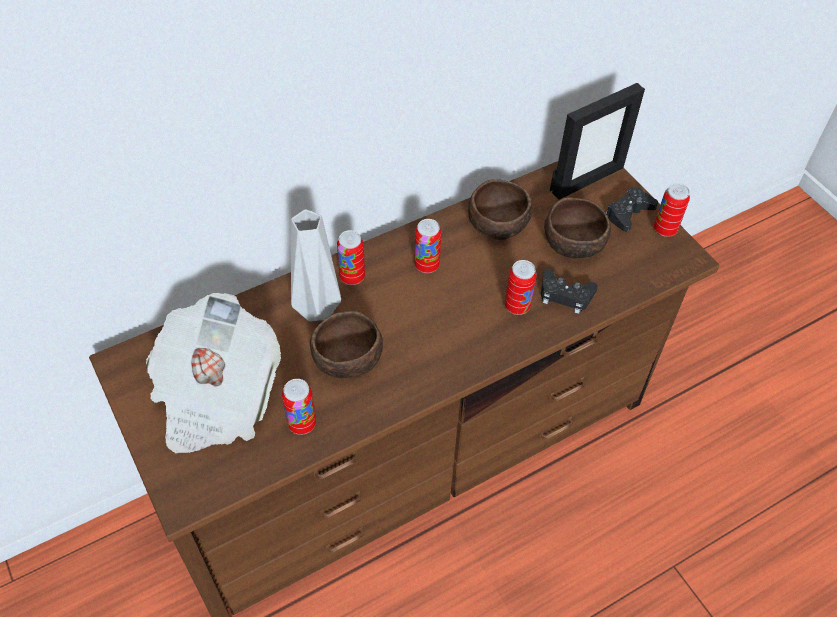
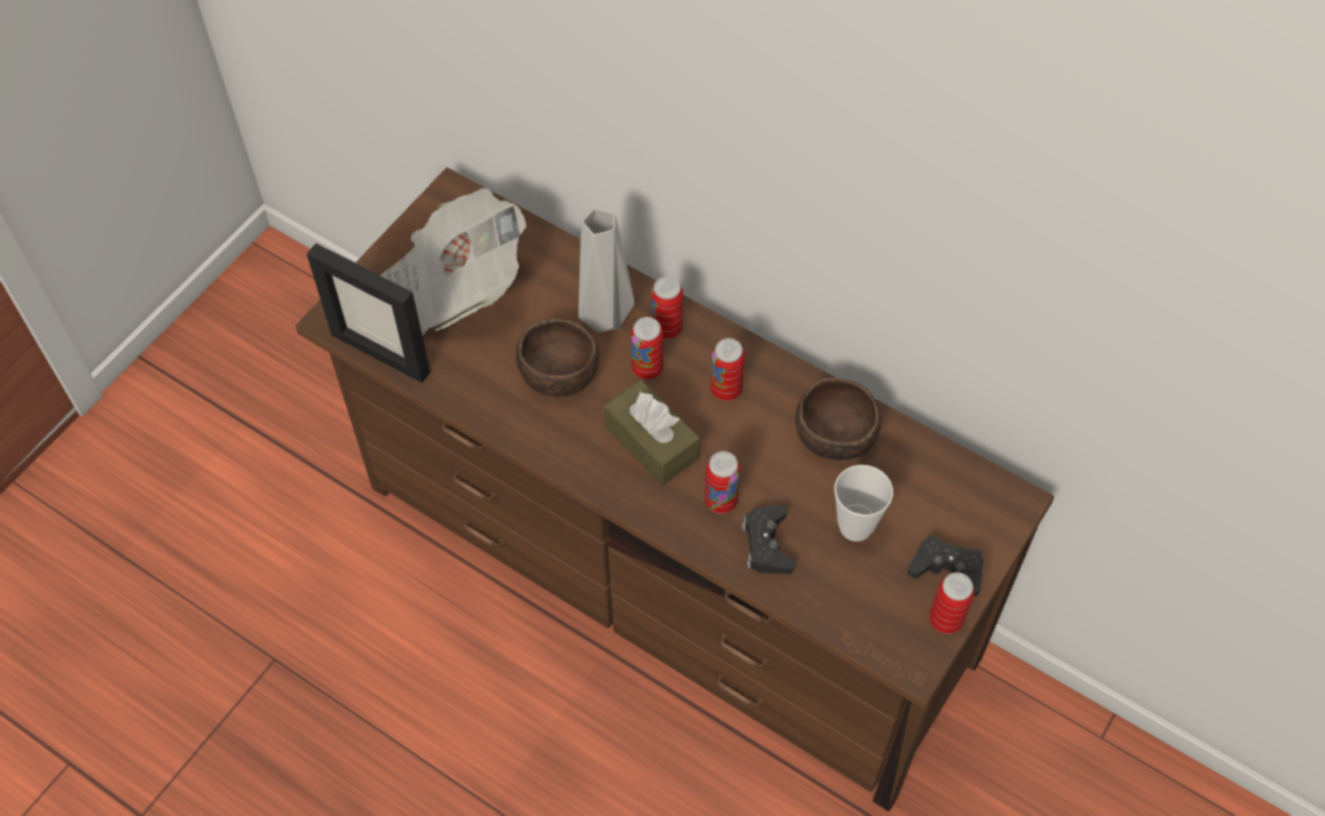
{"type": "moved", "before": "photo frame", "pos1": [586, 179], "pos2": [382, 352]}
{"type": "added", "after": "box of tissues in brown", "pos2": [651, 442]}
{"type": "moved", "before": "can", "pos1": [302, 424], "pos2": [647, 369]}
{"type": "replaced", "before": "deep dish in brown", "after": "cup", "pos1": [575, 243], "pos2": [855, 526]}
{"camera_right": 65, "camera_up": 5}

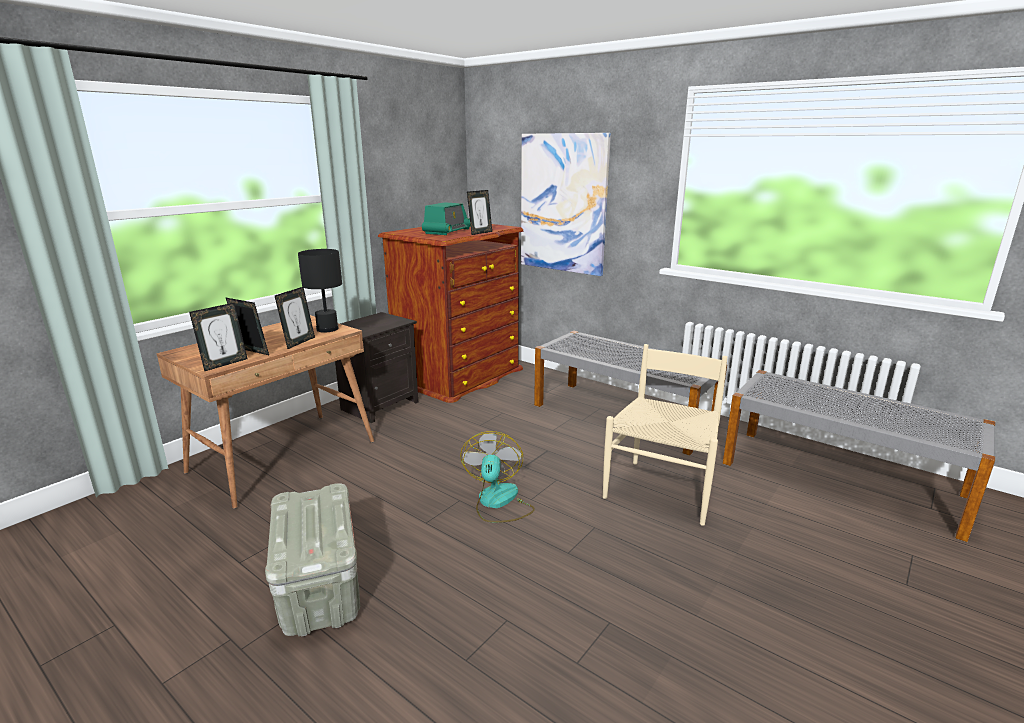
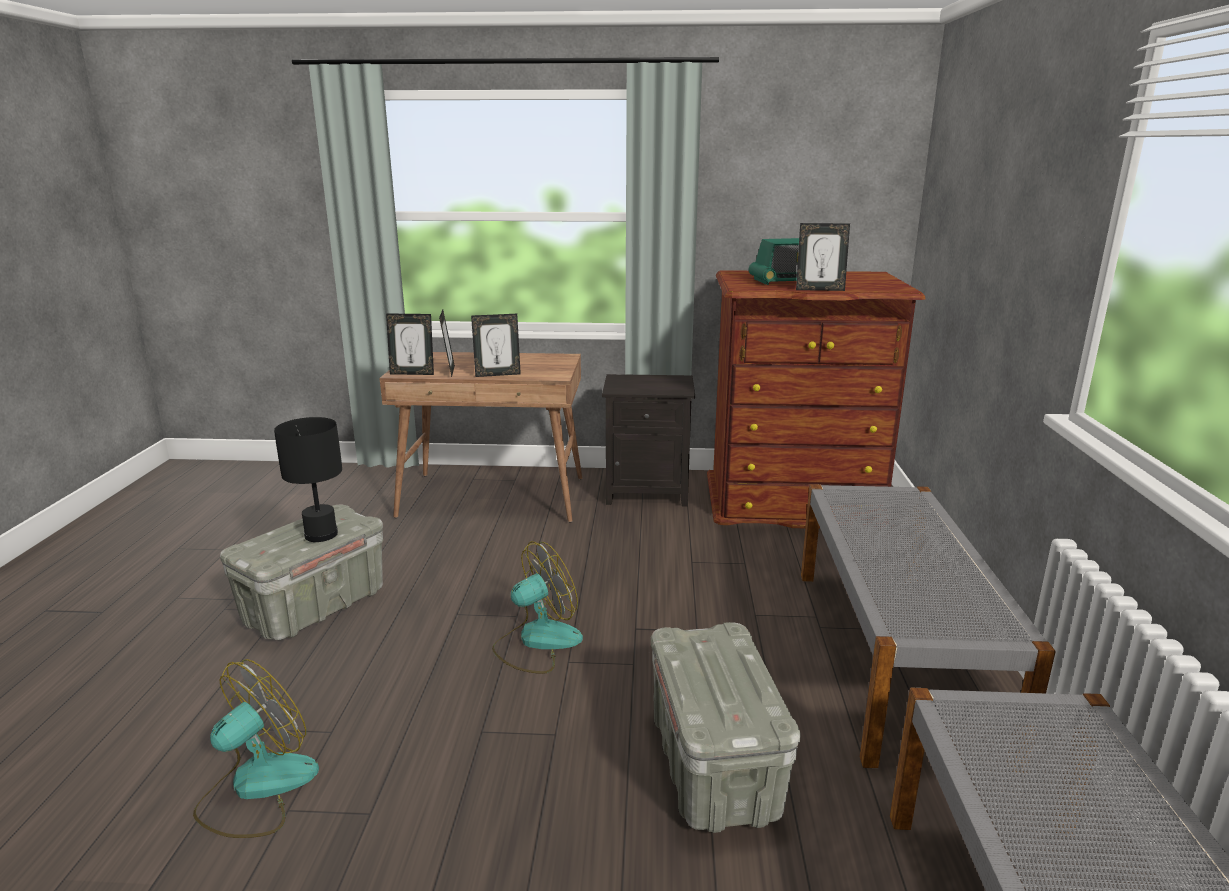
{"type": "added", "after": "fan", "pos2": [257, 788]}
{"type": "moved", "before": "lamp for a table in black-coloured", "pos1": [327, 329], "pos2": [322, 534]}
{"type": "replaced", "before": "upright chair in beige", "after": "storage box in gray", "pos1": [661, 490], "pos2": [715, 768]}
{"type": "removed", "before": "wall art", "pos1": [563, 204]}
{"camera_right": 55, "camera_up": 0}

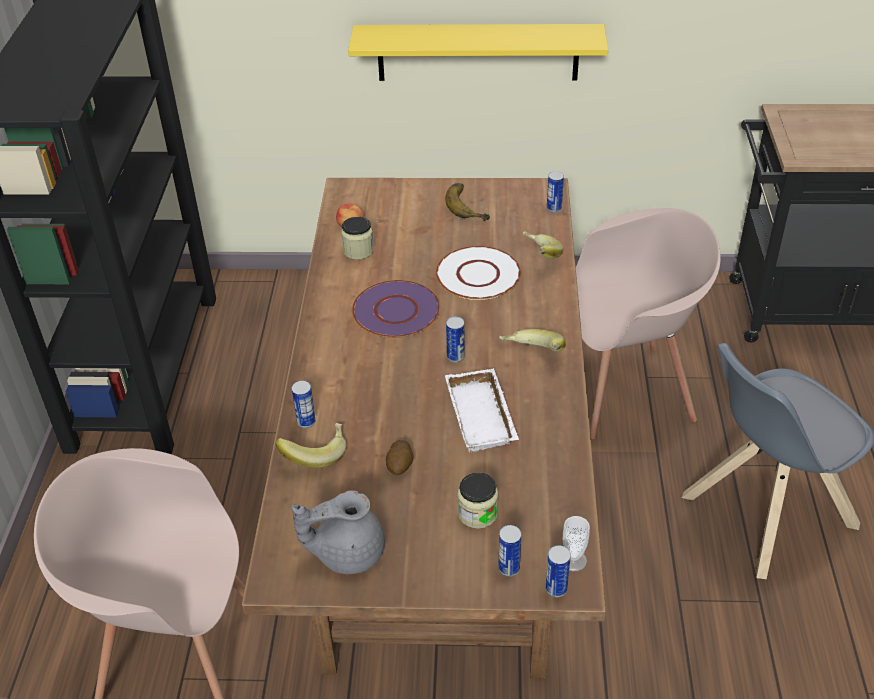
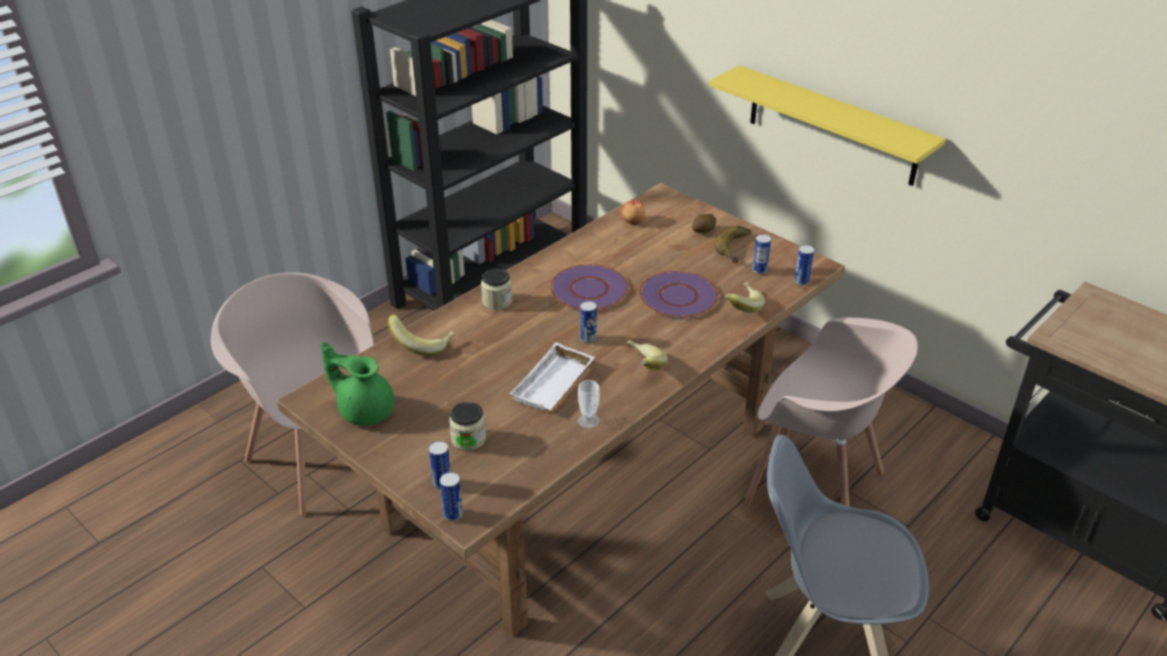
{"type": "recoloured", "before": "pot for tea in gray", "after": "pot for tea in green-coloured", "pos1": [347, 552], "pos2": [365, 410]}
{"type": "moved", "before": "preserve jar", "pos1": [358, 251], "pos2": [497, 301]}
{"type": "moved", "before": "cup", "pos1": [573, 560], "pos2": [588, 421]}
{"type": "recoloured", "before": "dinner plate in white", "after": "dinner plate in purple-coloured", "pos1": [478, 275], "pos2": [679, 296]}
{"type": "moved", "before": "spud", "pos1": [400, 466], "pos2": [703, 231]}
{"type": "moved", "before": "can", "pos1": [306, 422], "pos2": [759, 270]}
{"camera_right": 40, "camera_up": -5}

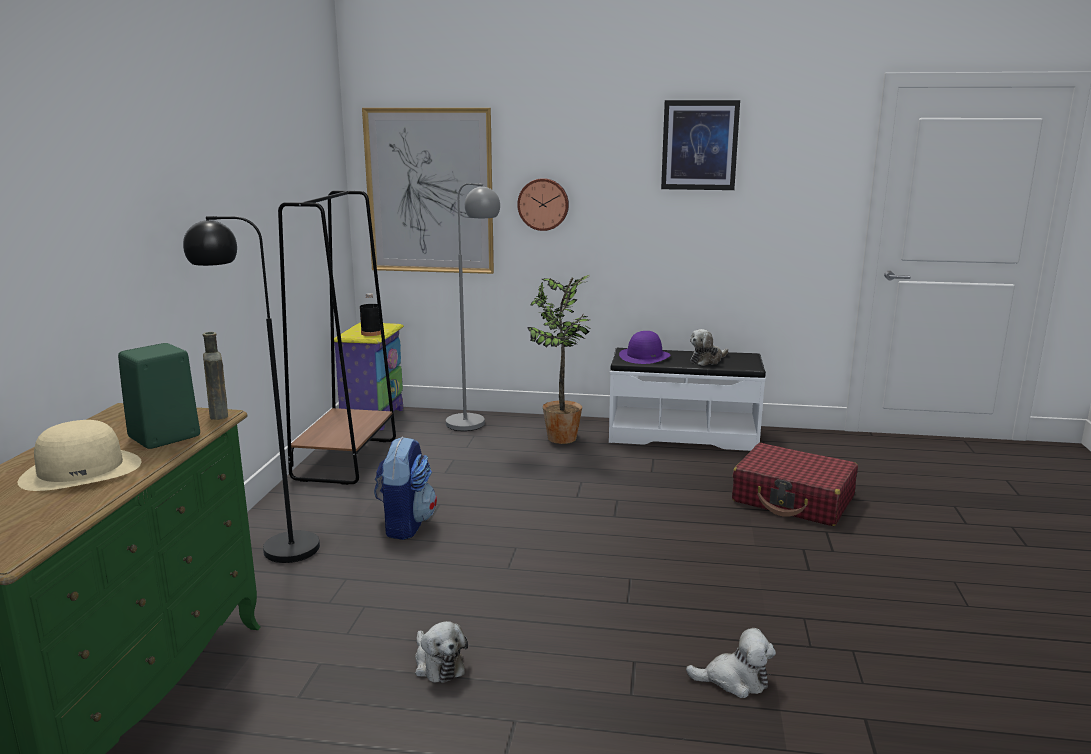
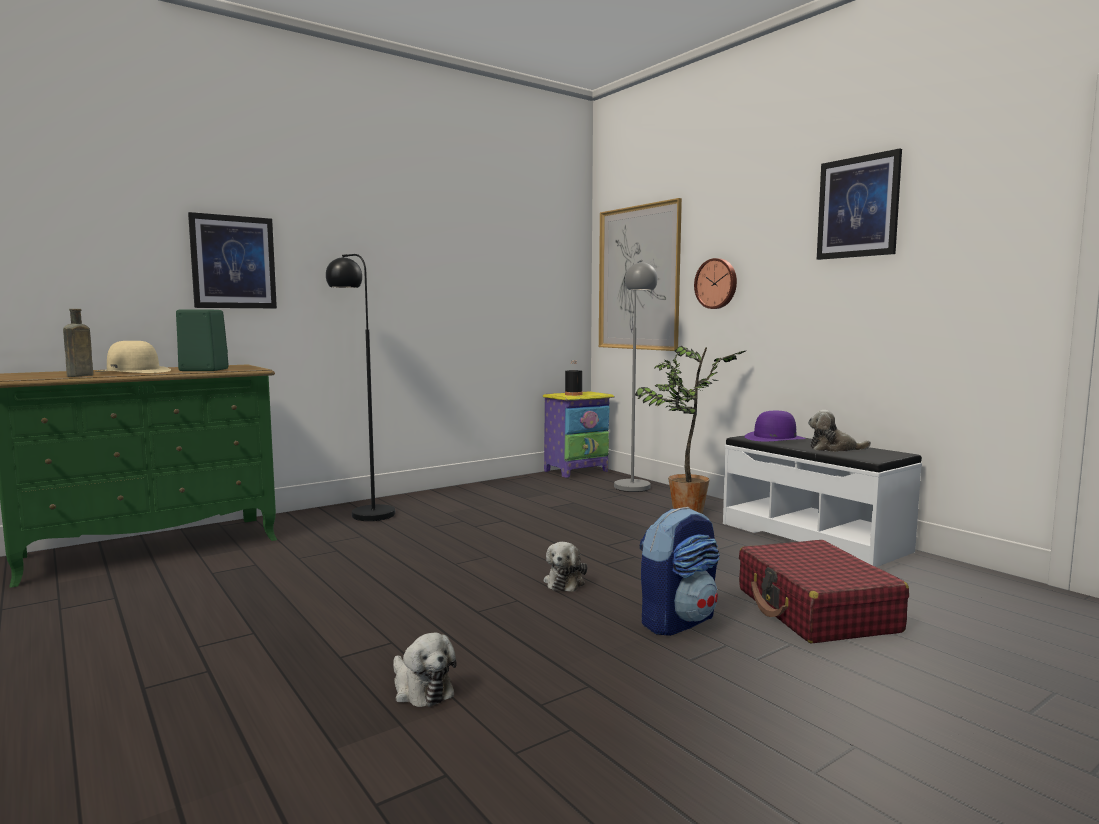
{"type": "moved", "before": "drink bottle in brown", "pos1": [219, 415], "pos2": [78, 376]}
{"type": "added", "after": "wall art", "pos2": [233, 262]}
{"type": "moved", "before": "plush toy", "pos1": [438, 664], "pos2": [565, 582]}
{"type": "moved", "before": "knapsack", "pos1": [405, 524], "pos2": [678, 621]}
{"type": "removed", "before": "garment stand", "pos1": [345, 460]}
{"camera_right": 45, "camera_up": -10}

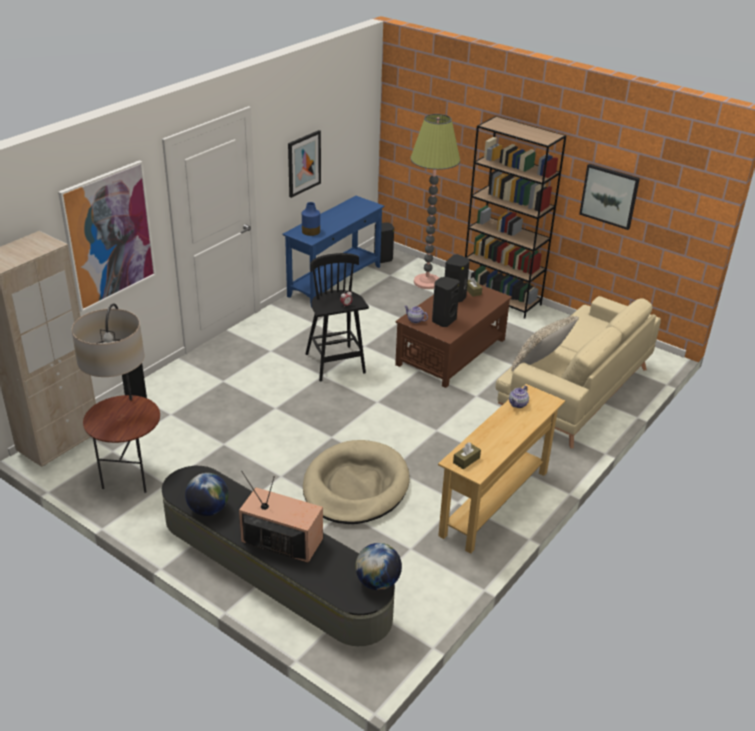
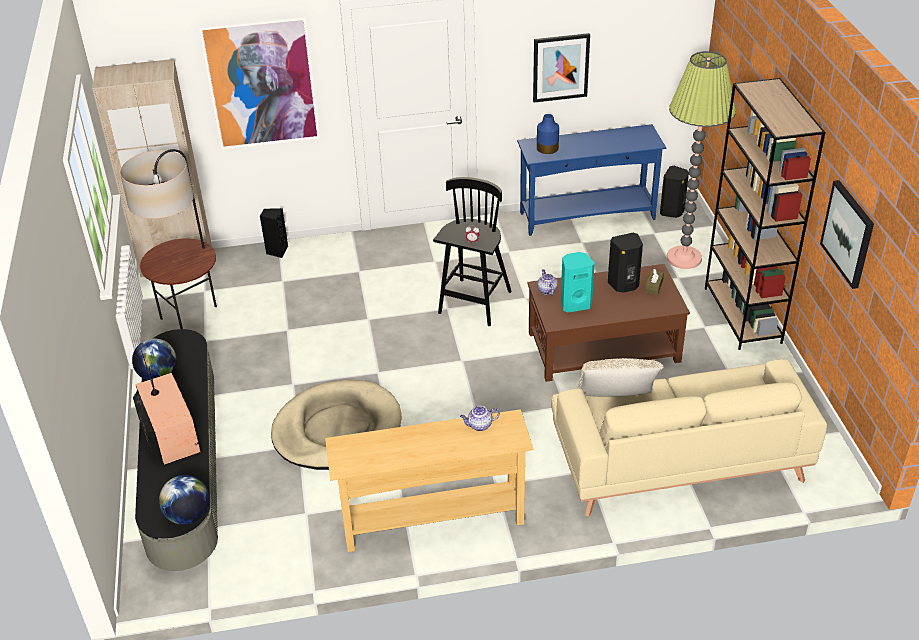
{"type": "recoloured", "before": "loudspeaker in black-coloured", "after": "loudspeaker in turquoise", "pos1": [443, 320], "pos2": [575, 304]}
{"type": "removed", "before": "box of tissues in brown", "pos1": [466, 460]}
{"camera_right": 45, "camera_up": 5}

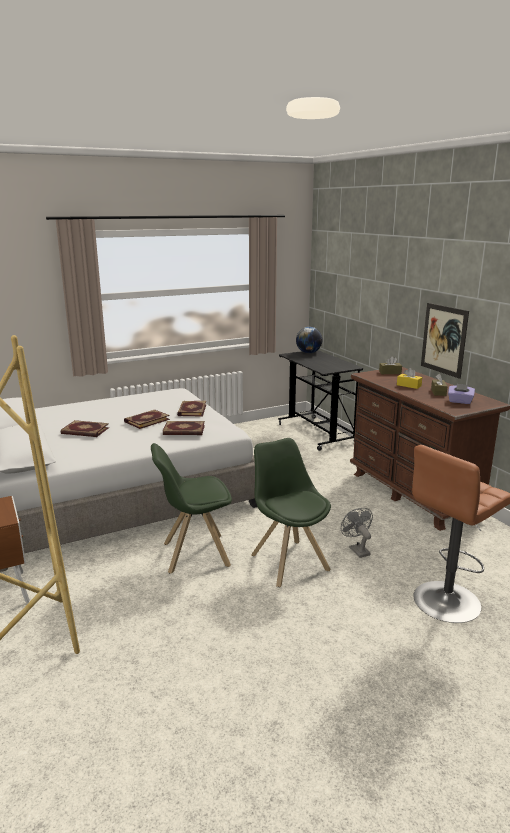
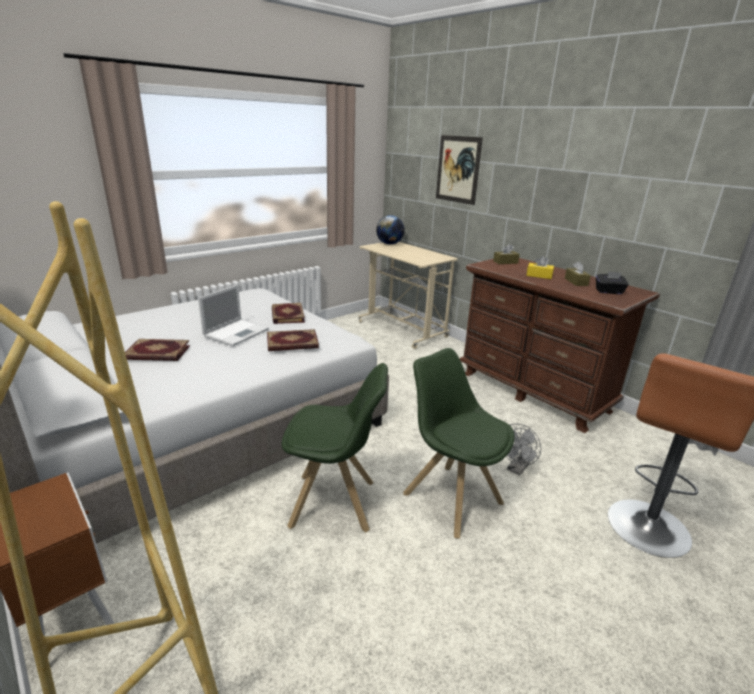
{"type": "replaced", "before": "volume", "after": "laptop", "pos1": [146, 420], "pos2": [237, 332]}
{"type": "turned", "before": "upright chair in green-coloured", "pos1": [195, 554], "pos2": [334, 503], "turn": -150}
{"type": "recoloured", "before": "desk table in black-coloured", "after": "desk table in beige", "pos1": [316, 433], "pos2": [402, 329]}
{"type": "moved", "before": "wall art", "pos1": [444, 339], "pos2": [458, 169]}
{"type": "turned", "before": "fan in gray", "pos1": [357, 549], "pos2": [516, 469], "turn": -105}
{"type": "recoloured", "before": "box of tissues in purple-coloured", "after": "box of tissues in black-coloured", "pos1": [460, 401], "pos2": [609, 292]}
{"camera_right": -15, "camera_up": 5}

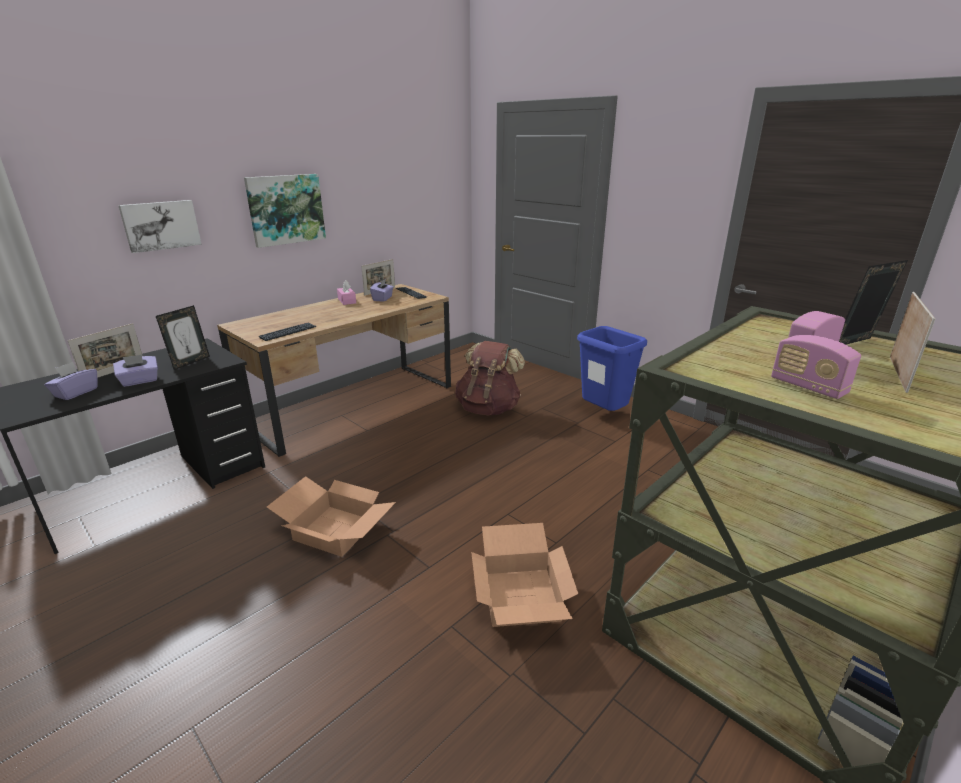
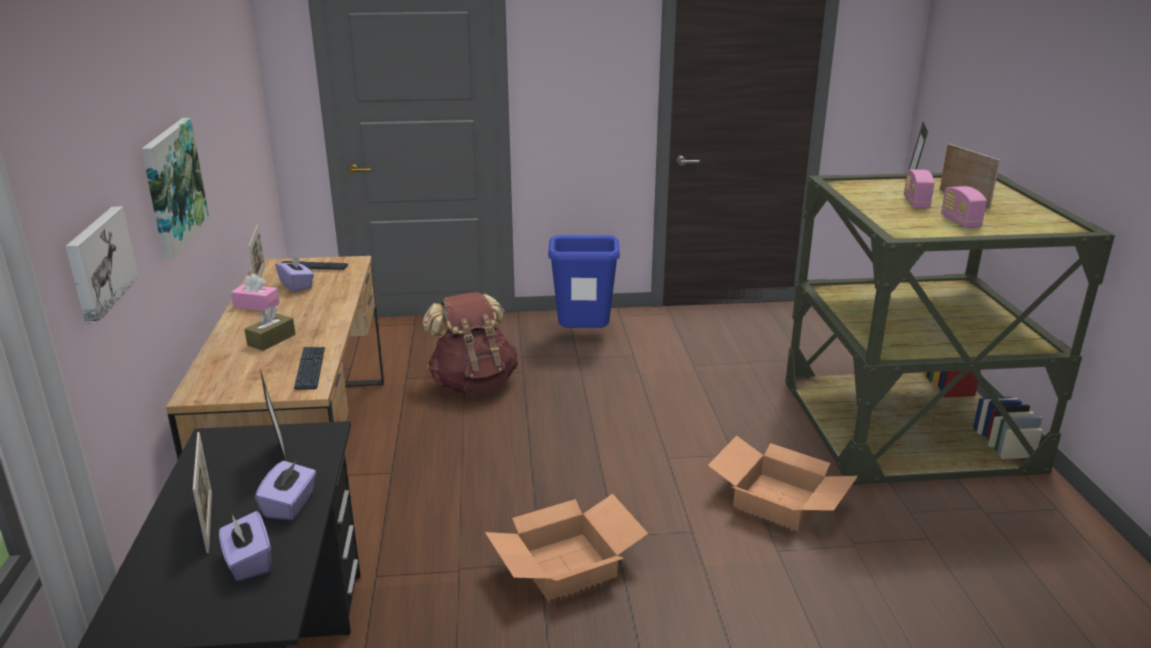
{"type": "added", "after": "box of tissues in brown", "pos2": [271, 340]}
{"type": "turned", "before": "radio set", "pos1": [808, 387], "pos2": [960, 222], "turn": 75}
{"camera_right": -50, "camera_up": 0}

